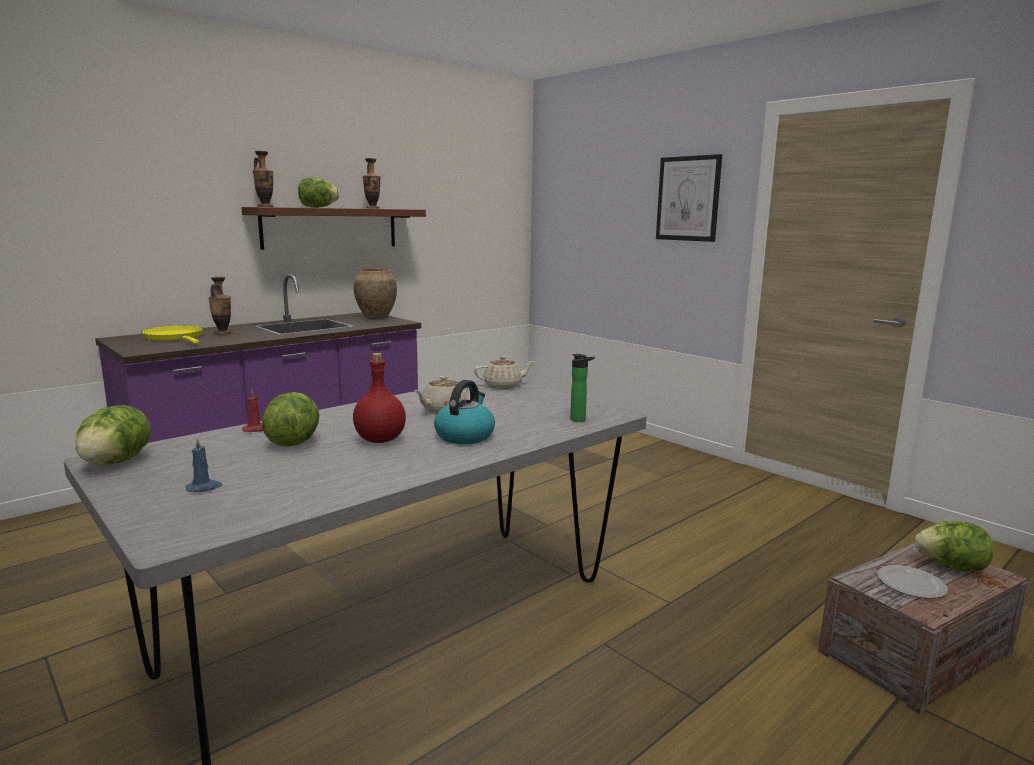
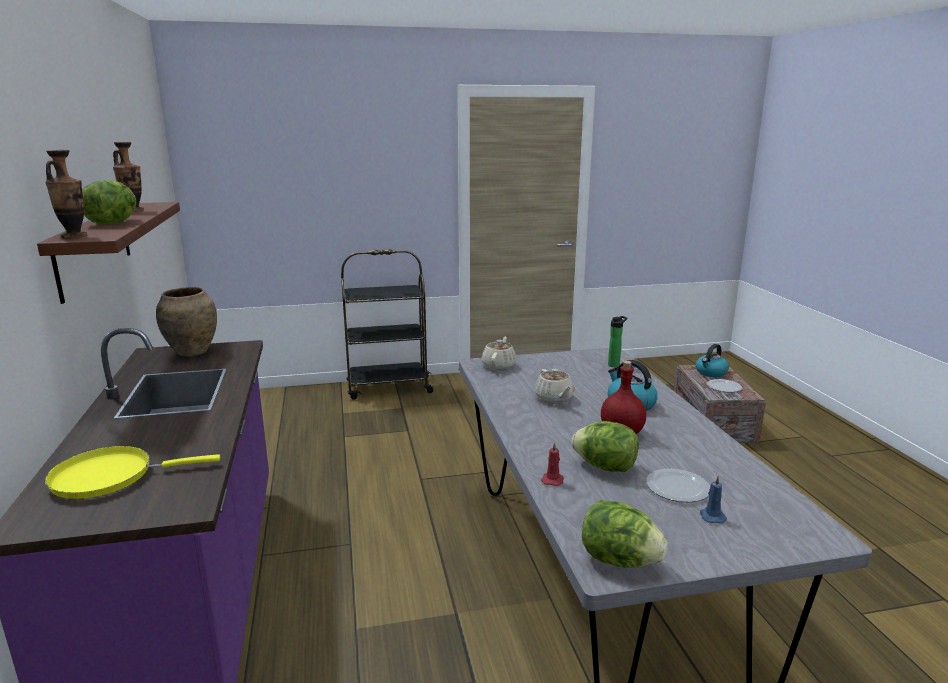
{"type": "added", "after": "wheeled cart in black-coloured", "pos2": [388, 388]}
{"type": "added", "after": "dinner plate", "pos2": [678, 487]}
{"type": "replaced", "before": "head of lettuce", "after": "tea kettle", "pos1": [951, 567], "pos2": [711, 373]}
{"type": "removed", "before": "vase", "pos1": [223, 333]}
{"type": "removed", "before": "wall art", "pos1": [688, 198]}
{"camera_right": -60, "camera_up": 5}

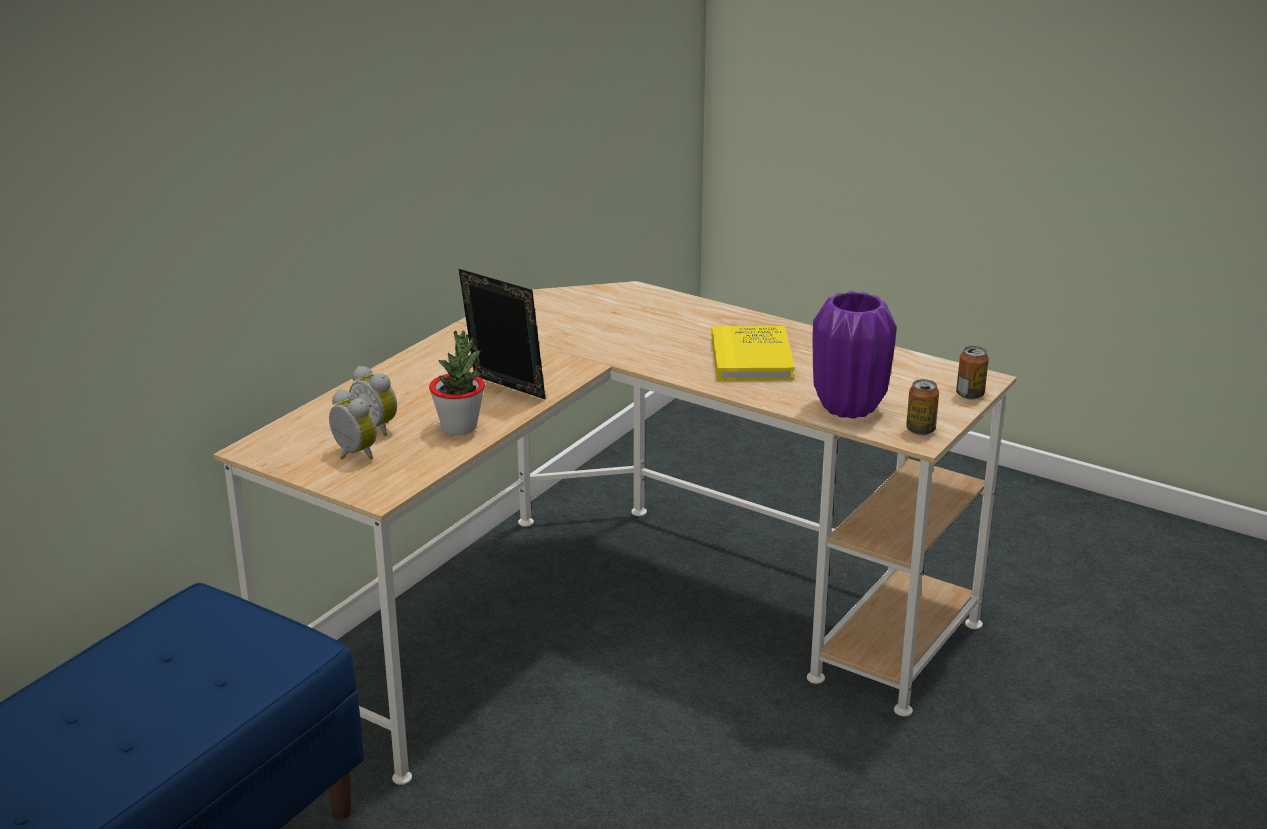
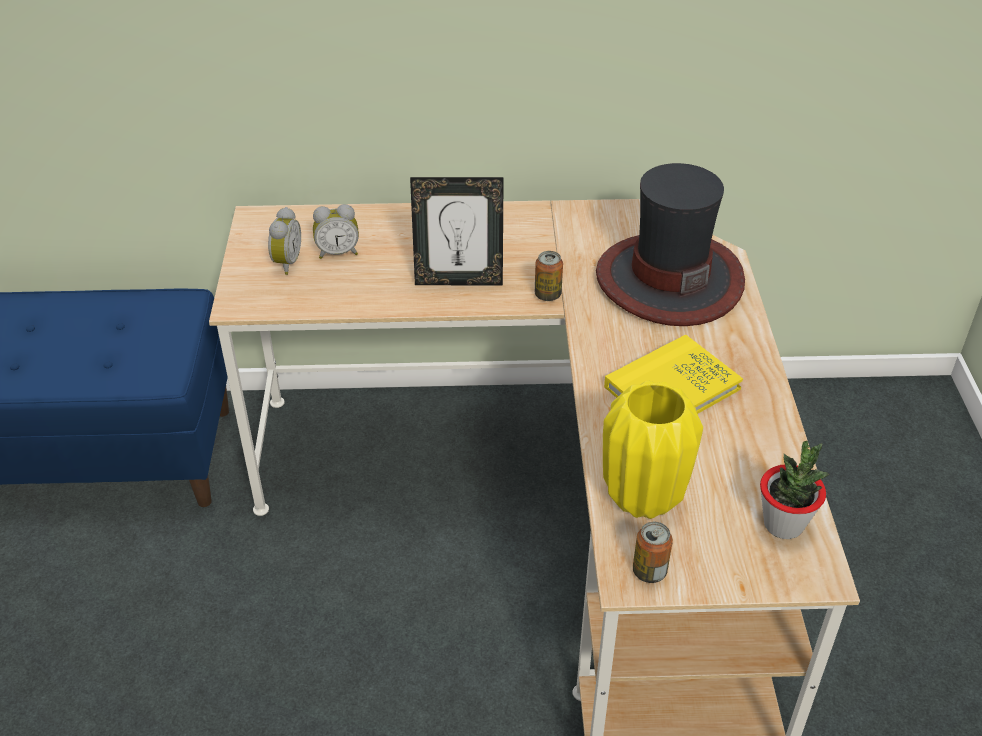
{"type": "turned", "before": "table clock", "pos1": [377, 427], "pos2": [338, 252], "turn": -105}
{"type": "turned", "before": "photo frame", "pos1": [504, 390], "pos2": [458, 280], "turn": 90}
{"type": "moved", "before": "can", "pos1": [970, 395], "pos2": [547, 295]}
{"type": "added", "after": "wearable hat", "pos2": [668, 279]}
{"type": "recoloured", "before": "vase in purple-coloured", "after": "vase in yellow-coloured", "pos1": [848, 408], "pos2": [642, 497]}
{"type": "moved", "before": "plant in a pot", "pos1": [459, 427], "pos2": [783, 524]}
{"camera_right": 55, "camera_up": 15}

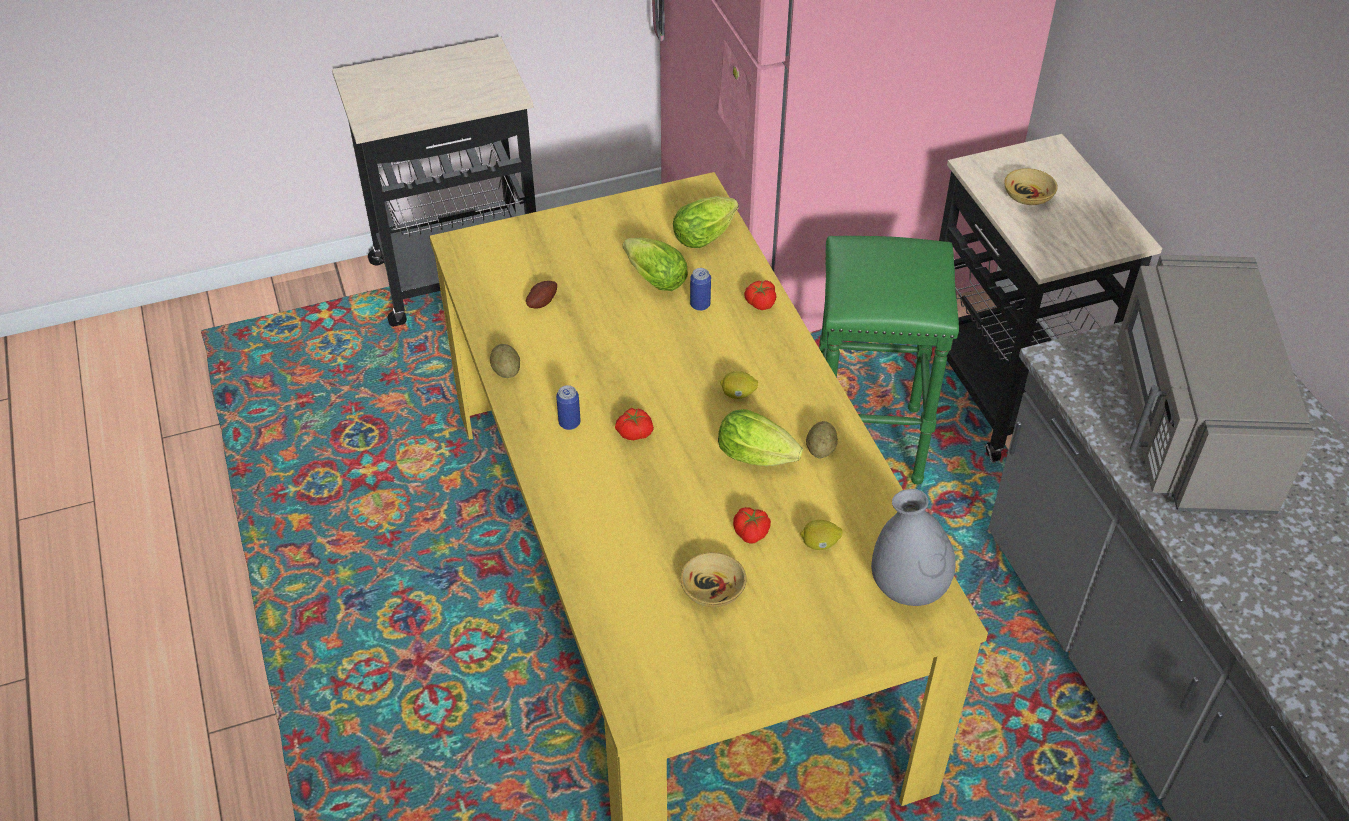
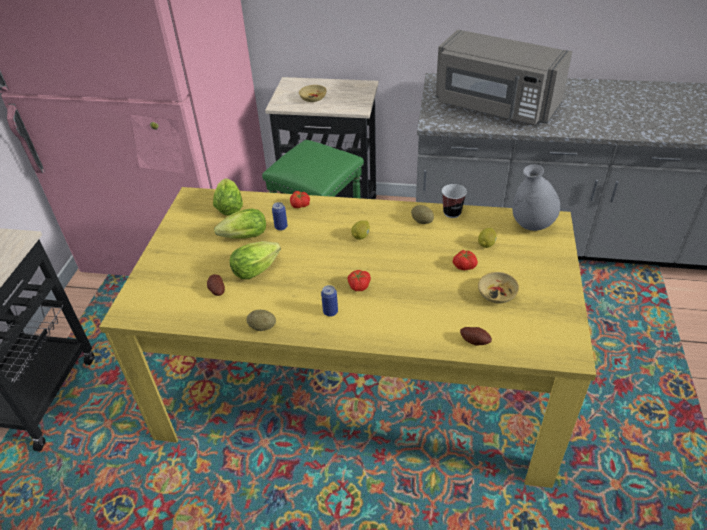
{"type": "moved", "before": "head of lettuce", "pos1": [760, 457], "pos2": [258, 269]}
{"type": "added", "after": "cup", "pos2": [452, 213]}
{"type": "added", "after": "spud", "pos2": [475, 341]}
{"camera_right": -60, "camera_up": -5}

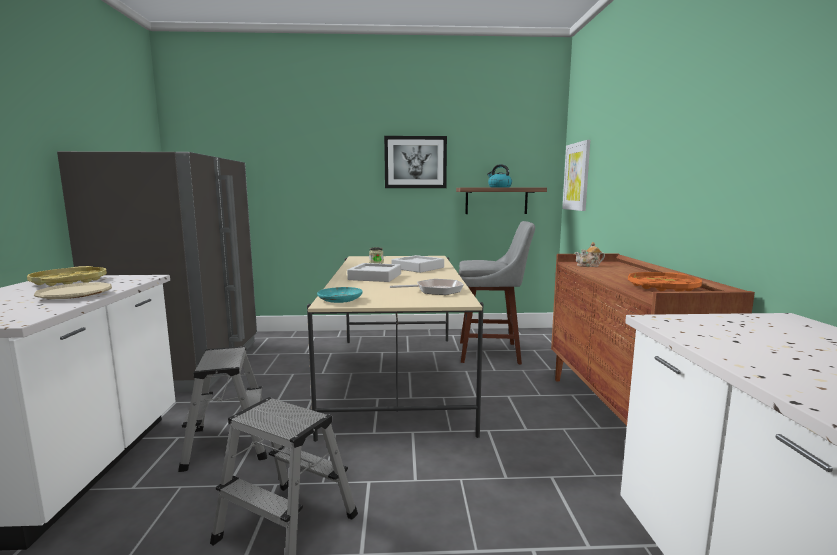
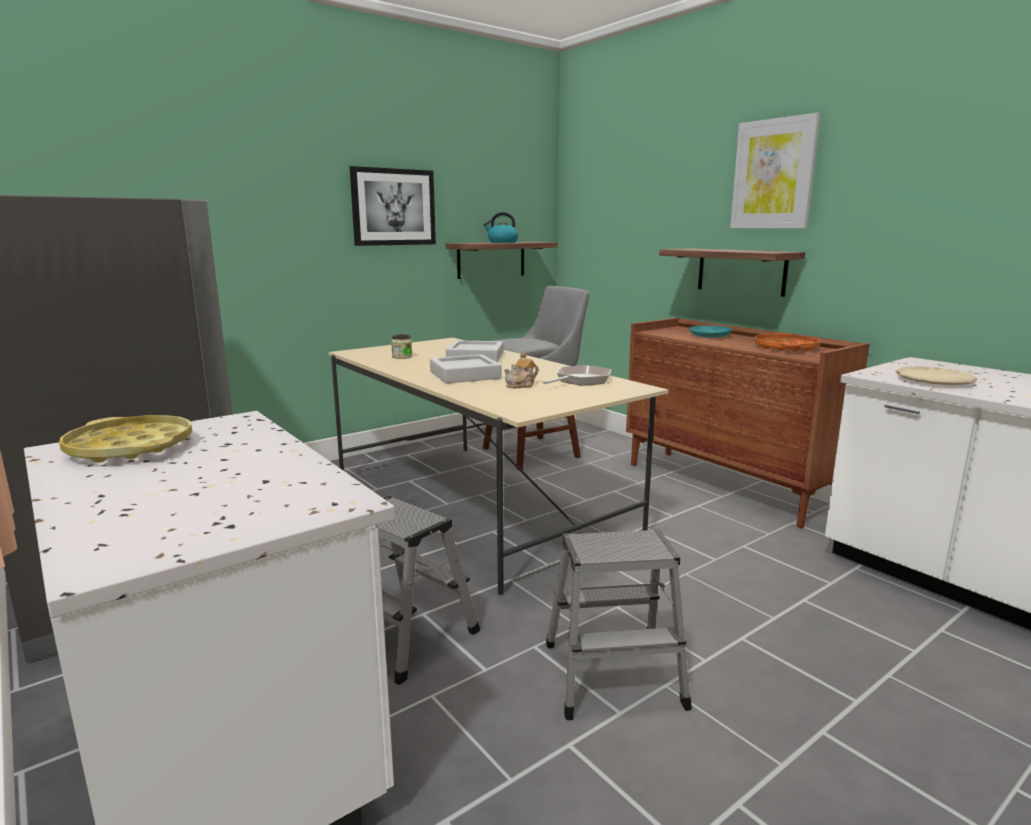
{"type": "moved", "before": "pot for tea", "pos1": [589, 266], "pos2": [521, 385]}
{"type": "added", "after": "bracket shelf", "pos2": [741, 271]}
{"type": "moved", "before": "dinner plate in turquoise", "pos1": [340, 300], "pos2": [710, 336]}
{"type": "moved", "before": "wall art", "pos1": [577, 176], "pos2": [773, 174]}
{"type": "moved", "before": "dinner plate in beige", "pos1": [75, 295], "pos2": [934, 381]}
{"camera_right": -35, "camera_up": 5}

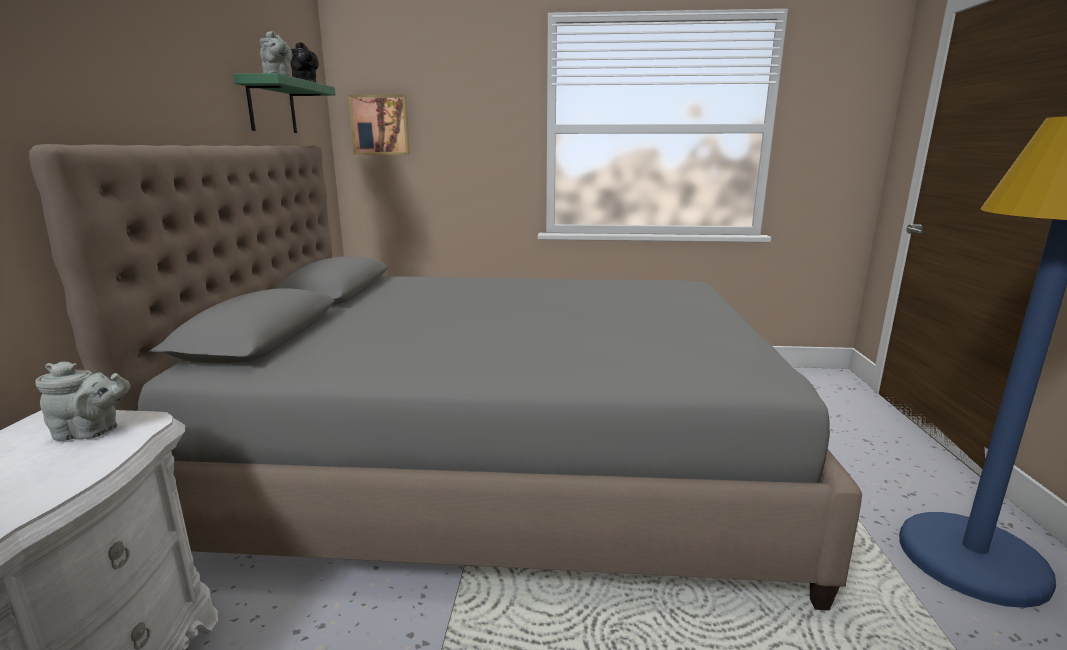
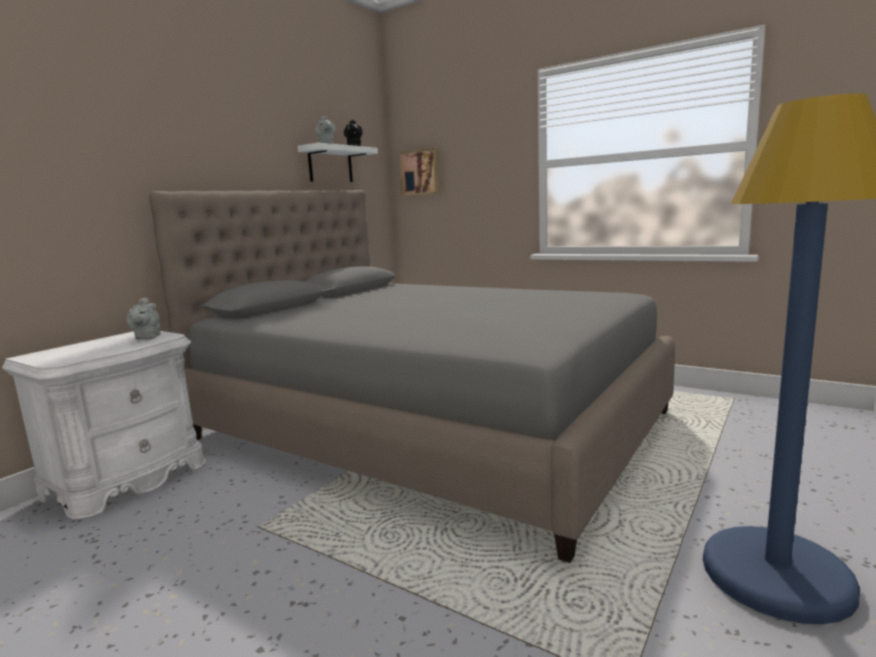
{"type": "turned", "before": "pot for tea in gray", "pos1": [91, 432], "pos2": [147, 337], "turn": 60}
{"type": "recoloured", "before": "bracket shelf in green-coloured", "after": "bracket shelf in white", "pos1": [272, 106], "pos2": [330, 165]}
{"camera_right": 30, "camera_up": -5}

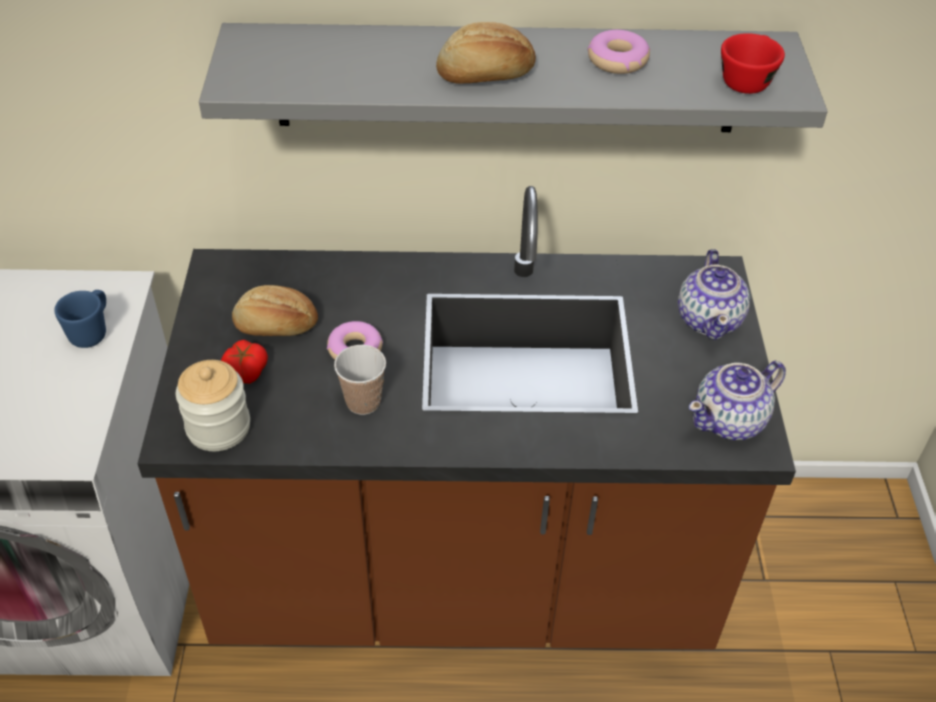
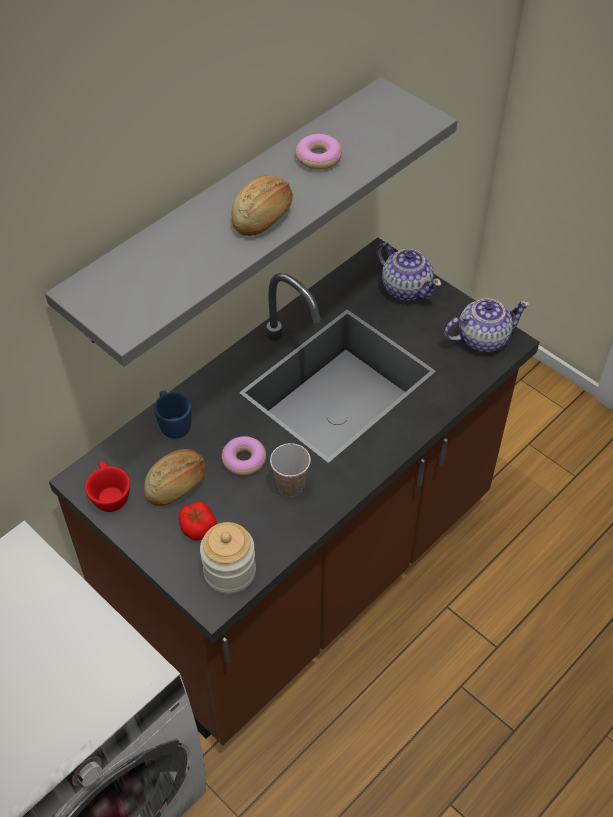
{"type": "moved", "before": "cup in red-coloured", "pos1": [747, 79], "pos2": [109, 495]}
{"type": "moved", "before": "mug in bluish", "pos1": [92, 332], "pos2": [173, 424]}
{"type": "turned", "before": "pot for tea", "pos1": [730, 420], "pos2": [482, 338], "turn": -120}
{"camera_right": -45, "camera_up": 5}

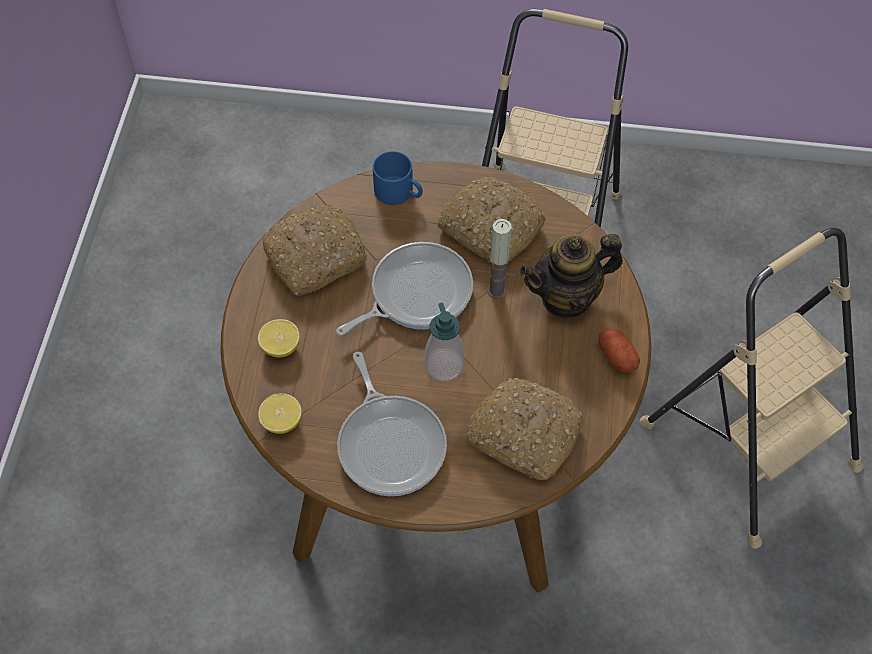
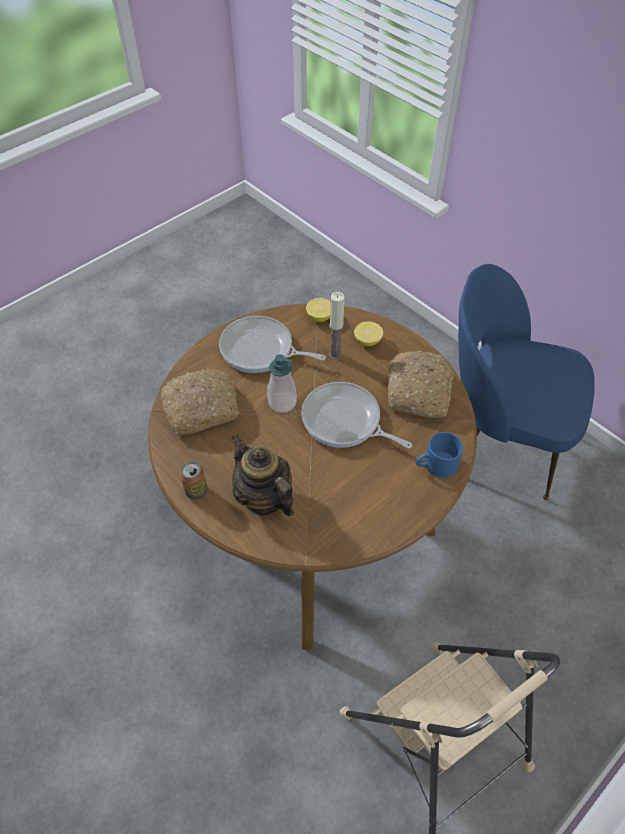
{"type": "replaced", "before": "spud", "after": "can", "pos1": [616, 357], "pos2": [196, 491]}
{"type": "turned", "before": "pot for tea", "pos1": [567, 298], "pos2": [263, 498], "turn": -60}
{"type": "turned", "before": "frying pan", "pos1": [416, 293], "pos2": [344, 421], "turn": 120}
{"type": "moved", "before": "wax candle", "pos1": [496, 291], "pos2": [335, 354]}
{"type": "added", "after": "upright chair in bluish", "pos2": [495, 446]}
{"type": "removed", "before": "bread", "pos1": [489, 228]}
{"type": "removed", "before": "step stool in beige", "pos1": [746, 438]}
{"camera_right": 130, "camera_up": -5}

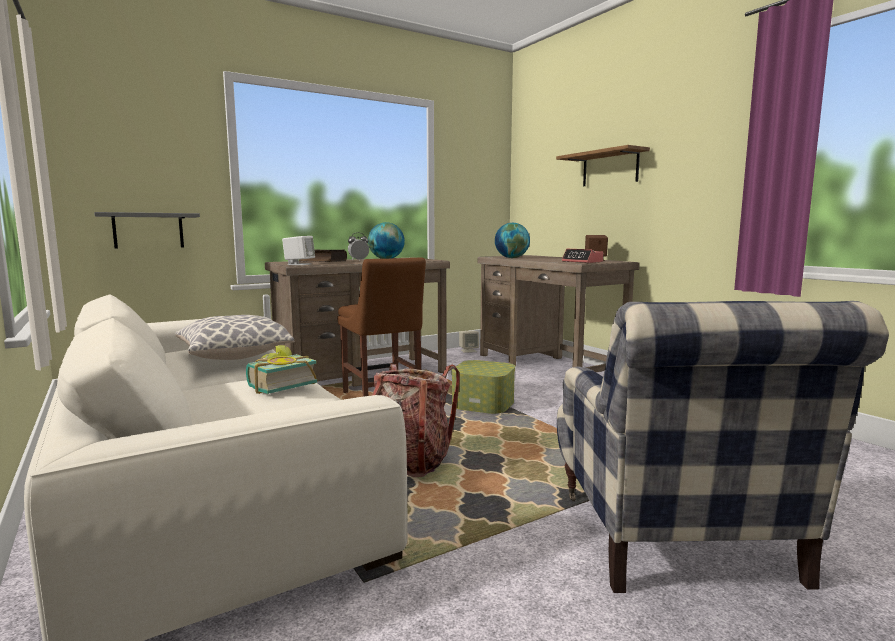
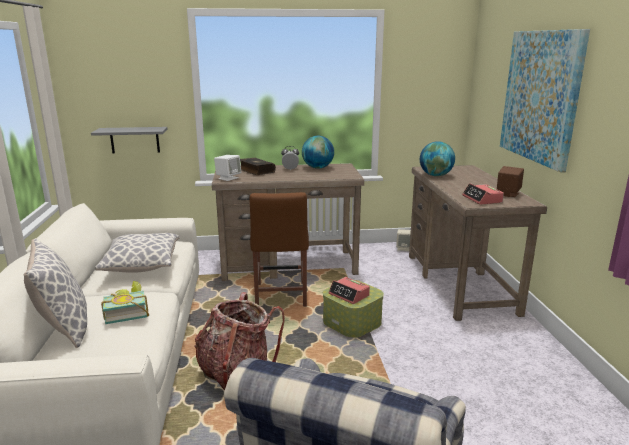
{"type": "added", "after": "pillow", "pos2": [64, 327]}
{"type": "added", "after": "table clock", "pos2": [349, 295]}
{"type": "replaced", "before": "bracket shelf", "after": "wall art", "pos1": [610, 168], "pos2": [540, 96]}
{"camera_right": 25, "camera_up": 10}

